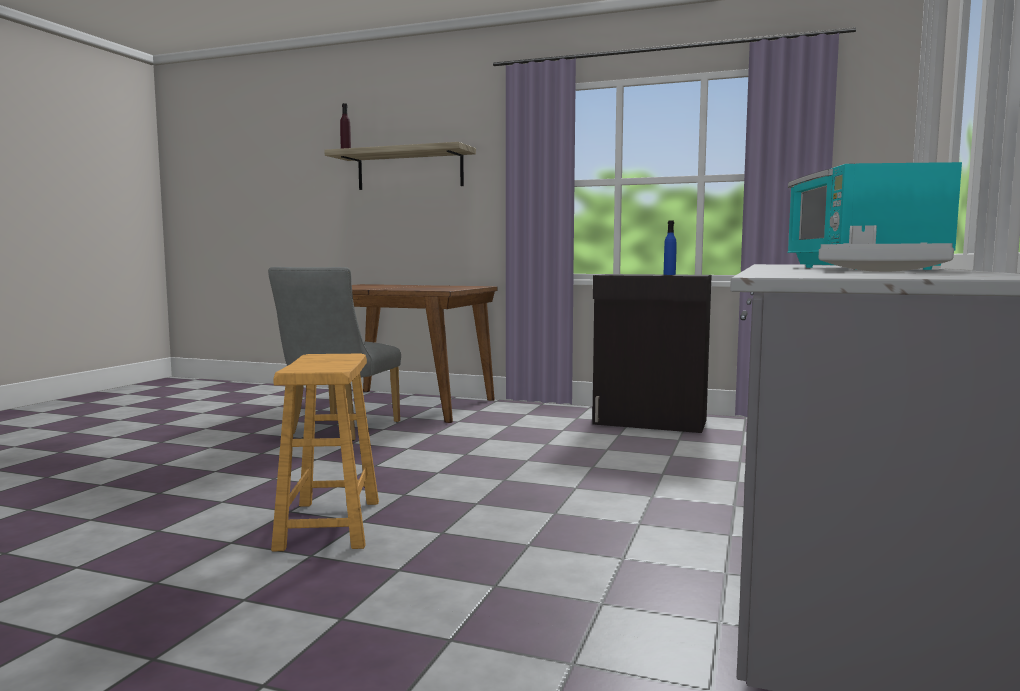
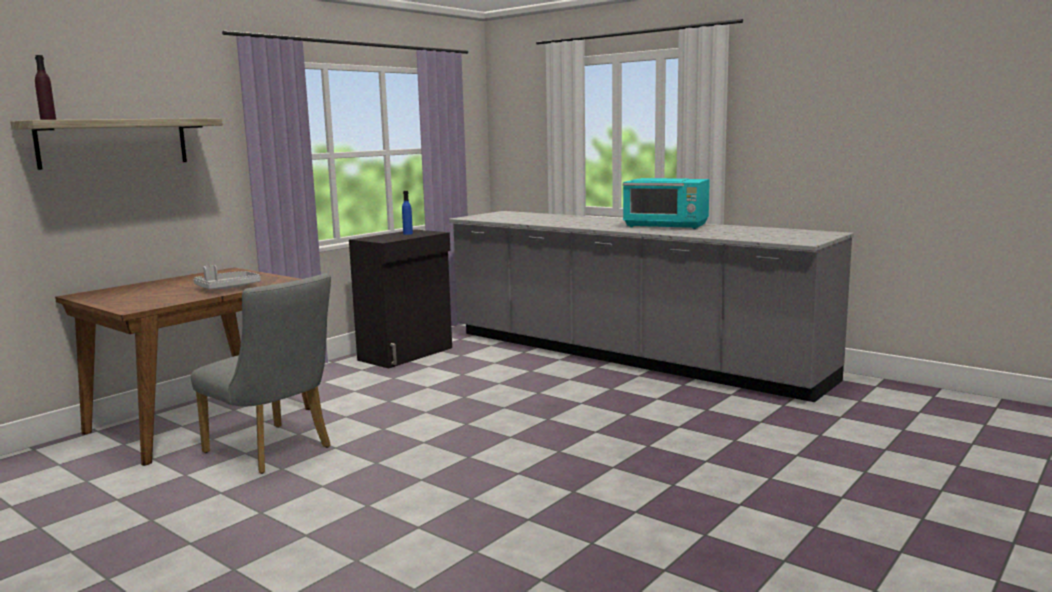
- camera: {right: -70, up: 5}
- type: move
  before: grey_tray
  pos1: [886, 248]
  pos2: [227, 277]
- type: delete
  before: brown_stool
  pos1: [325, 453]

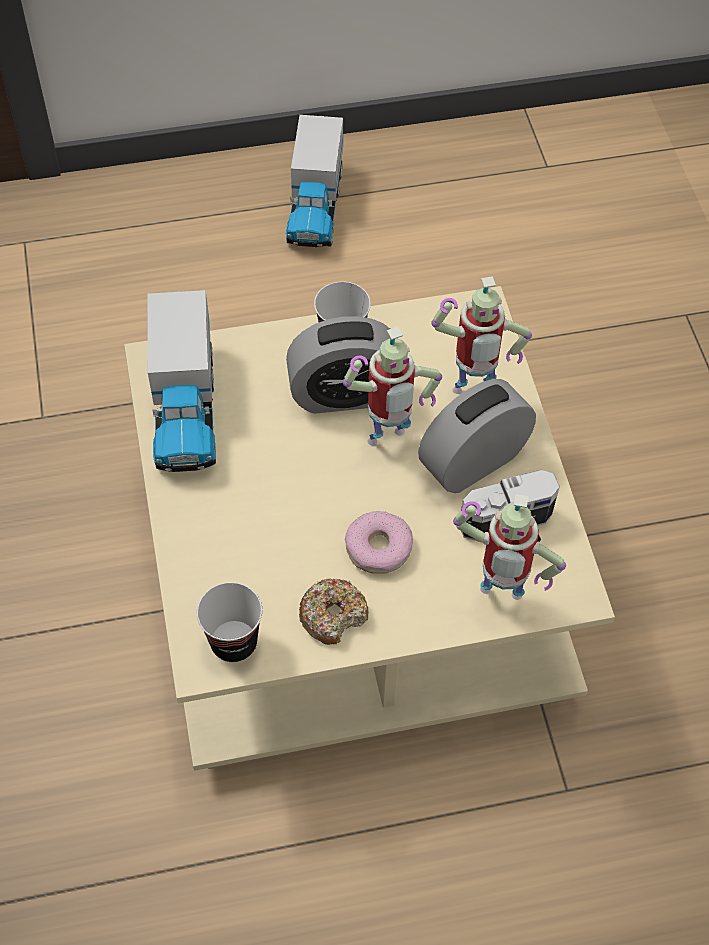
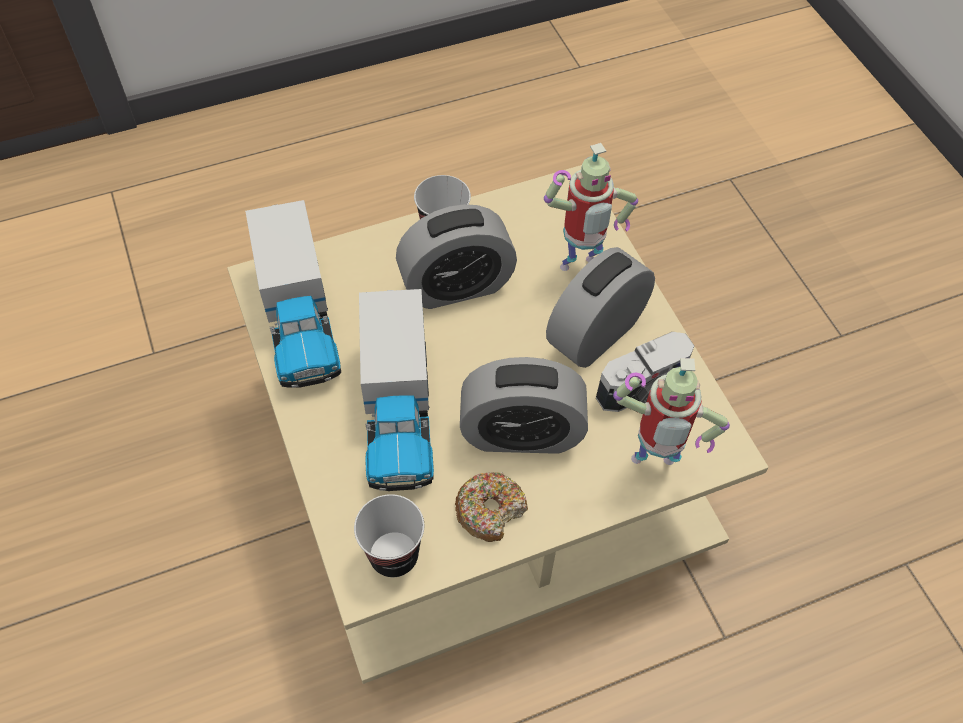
- camera: {right: -10, up: 0}
- type: move
  before: toy_truck
  pos1: [314, 181]
  pos2: [396, 390]
- type: replace
  before: donut
  after: alarm_clock
  pos1: [379, 542]
  pos2: [524, 405]
- type: delete
  before: toy_robot
  pos1: [392, 386]

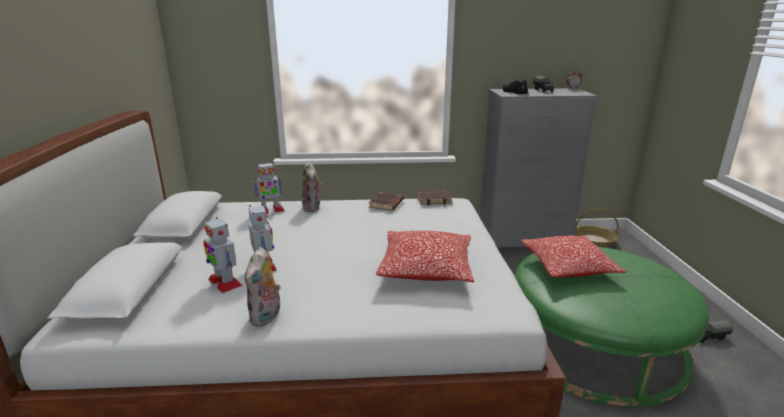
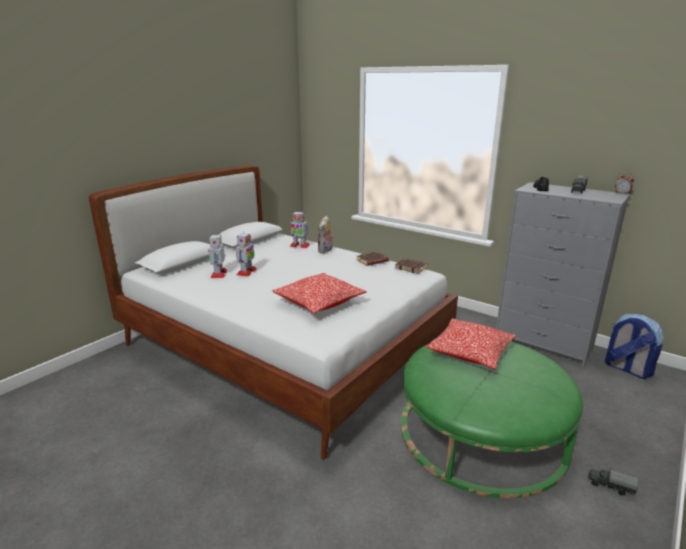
- camera: {right: 40, up: 0}
- type: replace
  before: basket
  after: backpack
  pos1: [597, 228]
  pos2: [634, 346]
- type: delete
  before: plush_toy
  pos1: [263, 287]

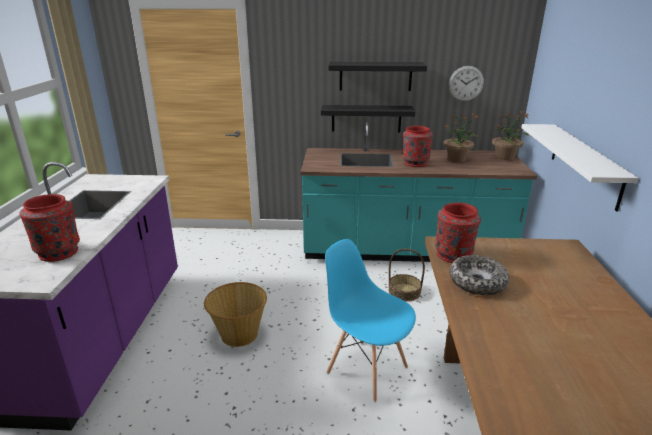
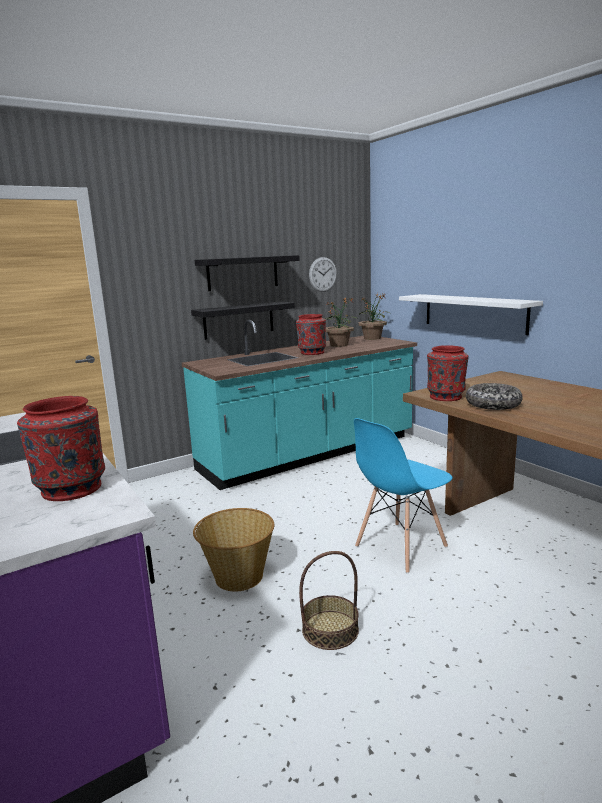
- camera: {right: -35, up: -10}
- type: move
  before: basket
  pos1: [407, 275]
  pos2: [329, 600]
- type: rotate
  before: blue_chair
  pos1: [370, 320]
  pos2: [403, 496]
  turn: -45

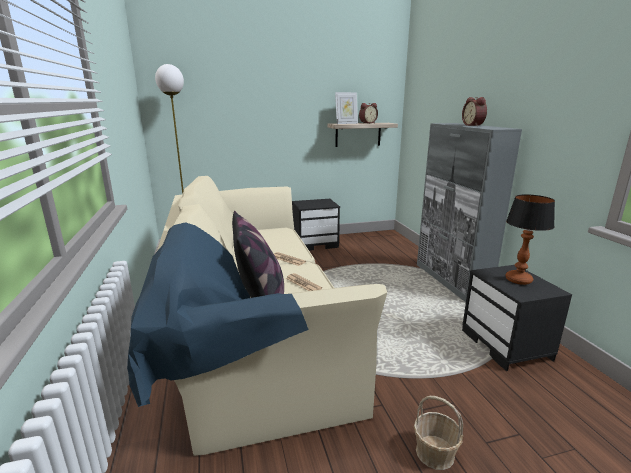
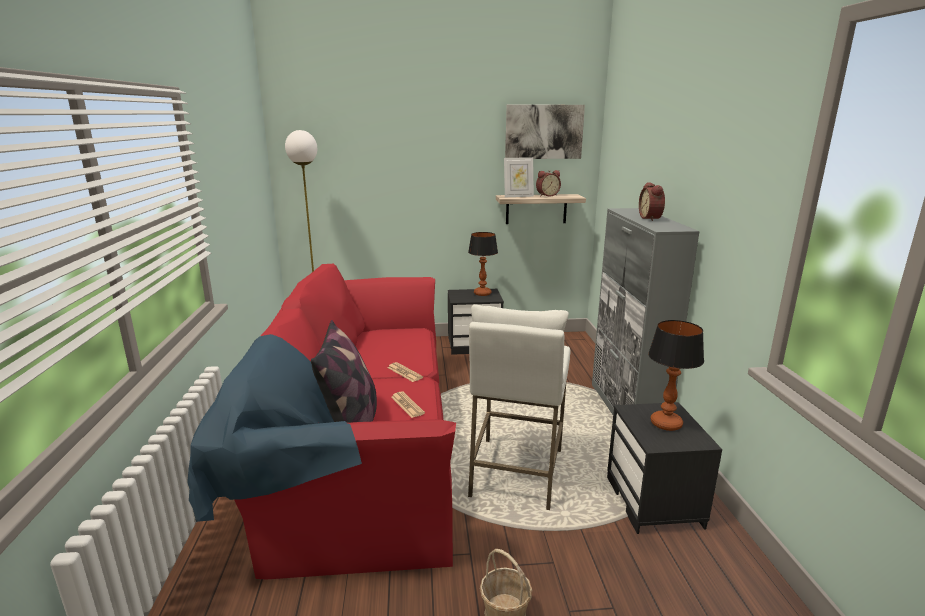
- camera: {right: 10, up: 0}
- type: recolor
  before: beige_sofa
  after: red_sofa
  pos1: [257, 316]
  pos2: [321, 421]
- type: insert
  after: table_lamp
  pos2: [483, 264]
- type: insert
  after: white_stool
  pos2: [519, 407]
- type: insert
  after: picture
  pos2: [545, 132]

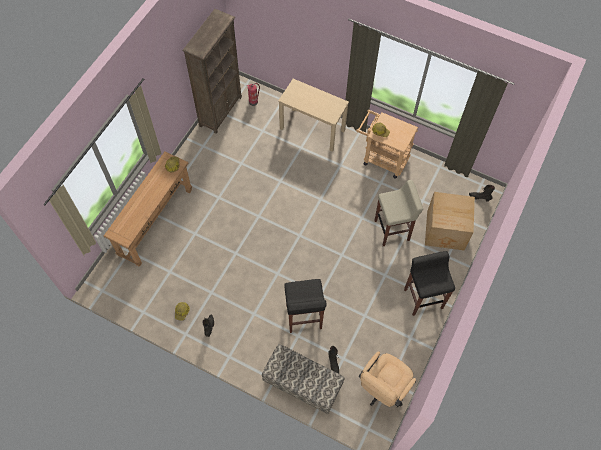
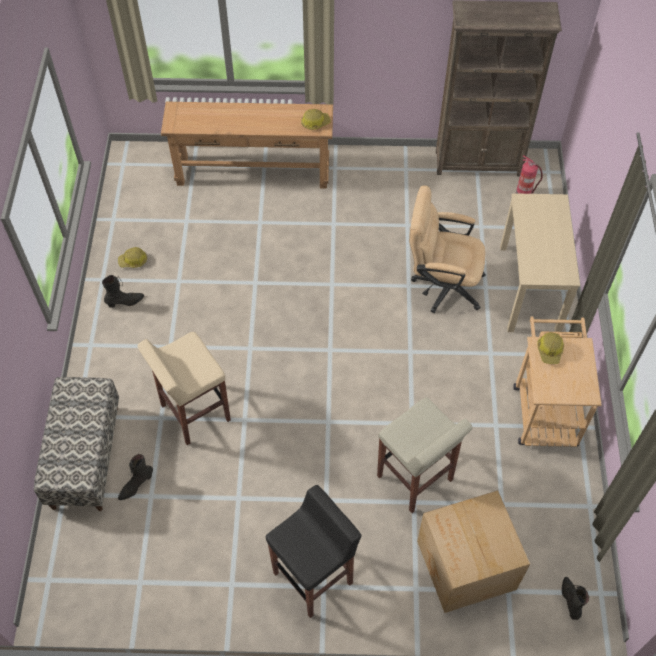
- camera: {right: 65, up: -5}
- type: recolor
  before: black_stool
  after: beige_stool
  pos1: [305, 306]
  pos2: [184, 388]
- type: move
  before: beige_office_chair
  pos1: [387, 379]
  pos2: [447, 249]

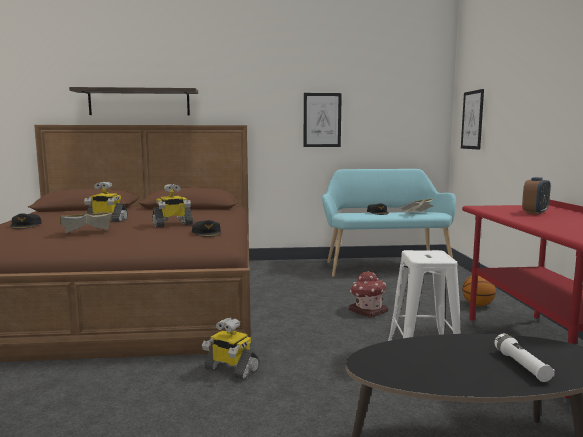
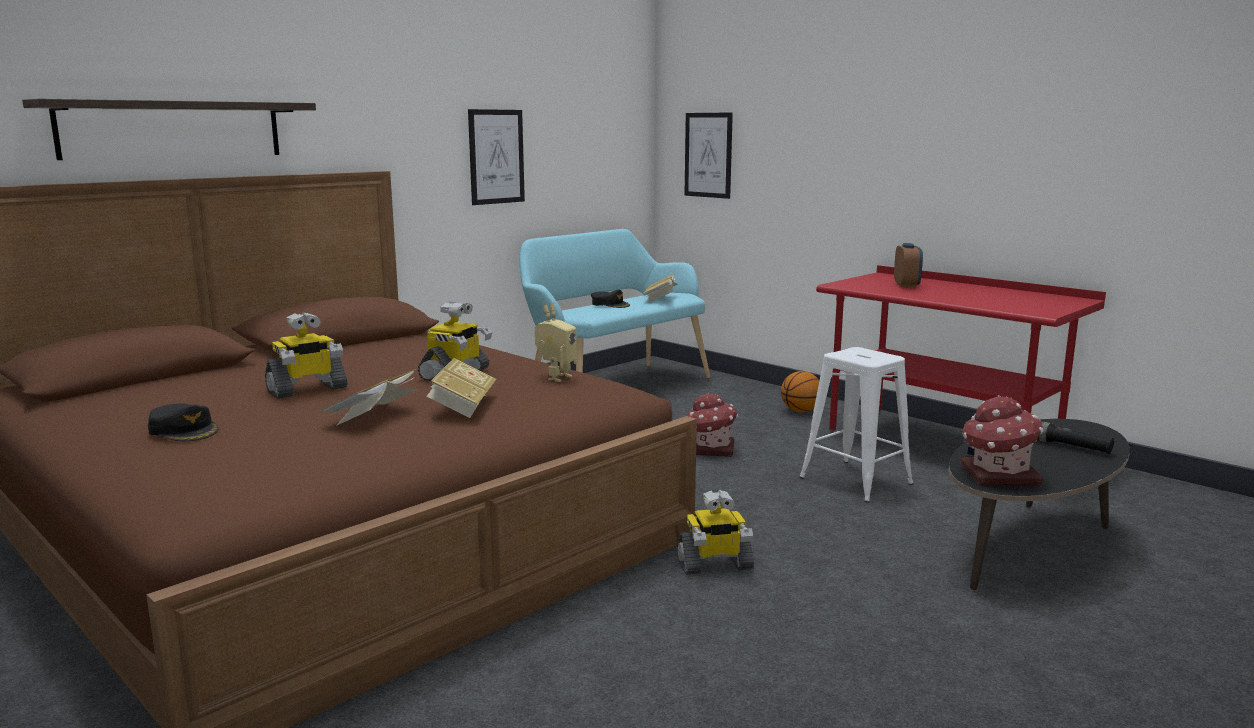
- camera: {right: -40, up: 5}
- type: insert
  after: book
  pos2: [461, 388]
- type: replace
  before: black_cap
  after: toy_robot
  pos1: [206, 228]
  pos2: [556, 342]
- type: insert
  after: toy_house
  pos2: [1002, 440]
- type: recolor
  before: white_flashlight
  after: black_flashlight
  pos1: [525, 357]
  pos2: [1075, 437]

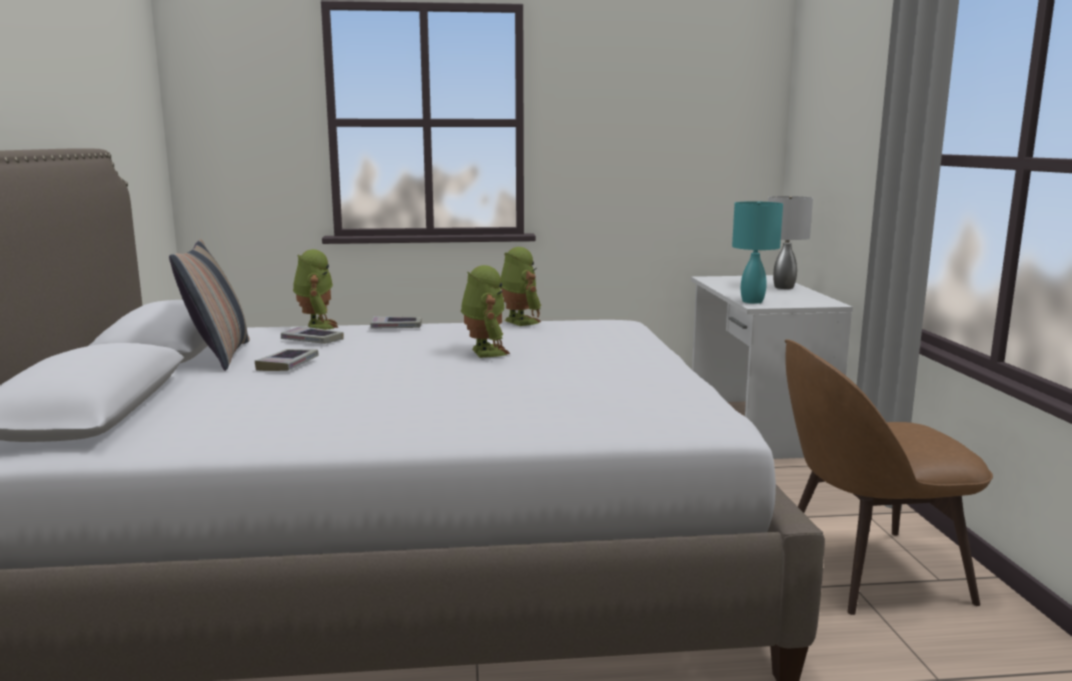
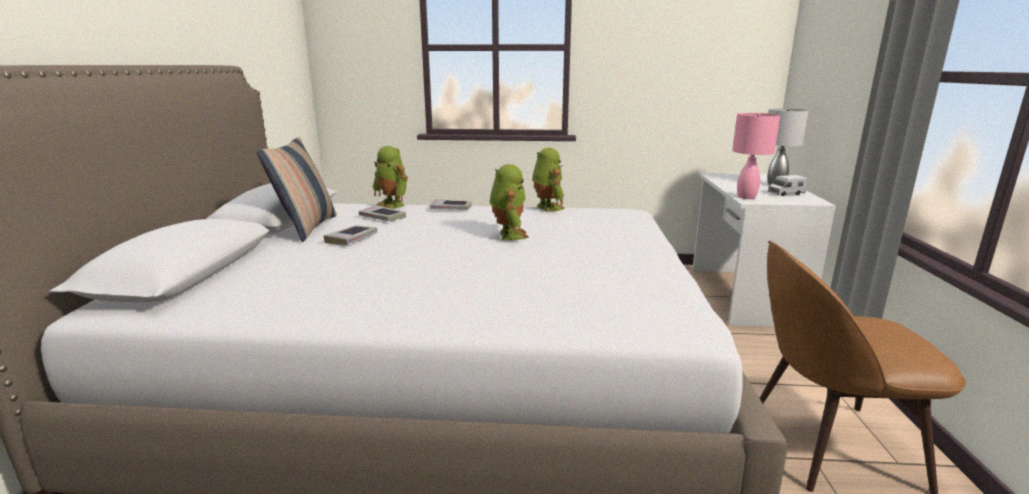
- camera: {right: 10, up: 5}
- type: rotate
  before: toy_robot
  pos1: [315, 289]
  pos2: [390, 177]
  turn: 135
- type: recolor
  before: turquoise_table_lamp
  after: pink_table_lamp
  pos1: [757, 252]
  pos2: [756, 156]
- type: insert
  after: toy_truck
  pos2: [787, 185]

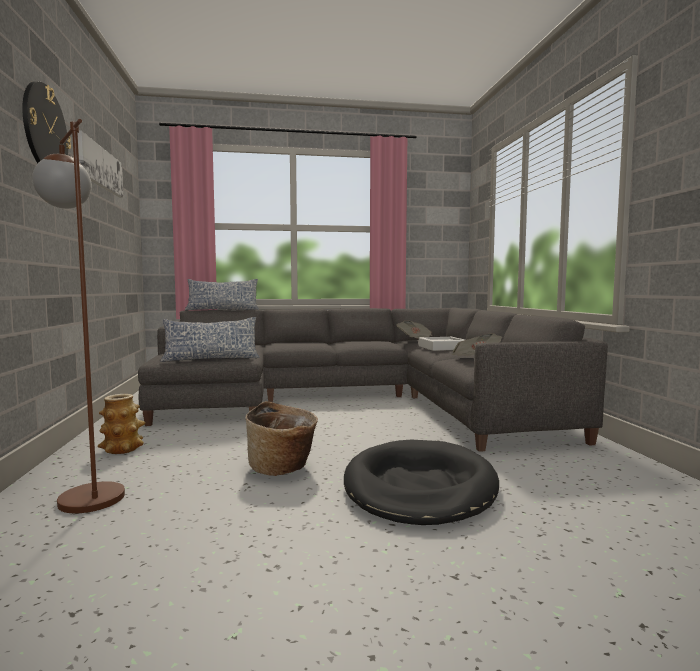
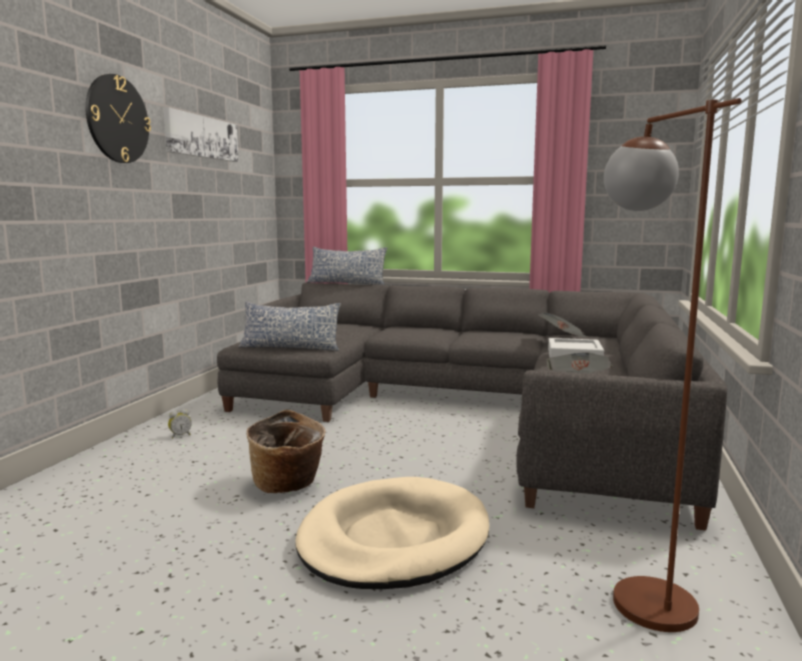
- camera: {right: 25, up: 5}
- type: replace
  before: vase
  after: alarm_clock
  pos1: [122, 424]
  pos2: [180, 423]
- type: recolor
  before: black_dog_bed
  after: beige_dog_bed
  pos1: [421, 482]
  pos2: [392, 533]
- type: move
  before: brown_floor_lamp
  pos1: [78, 316]
  pos2: [673, 365]

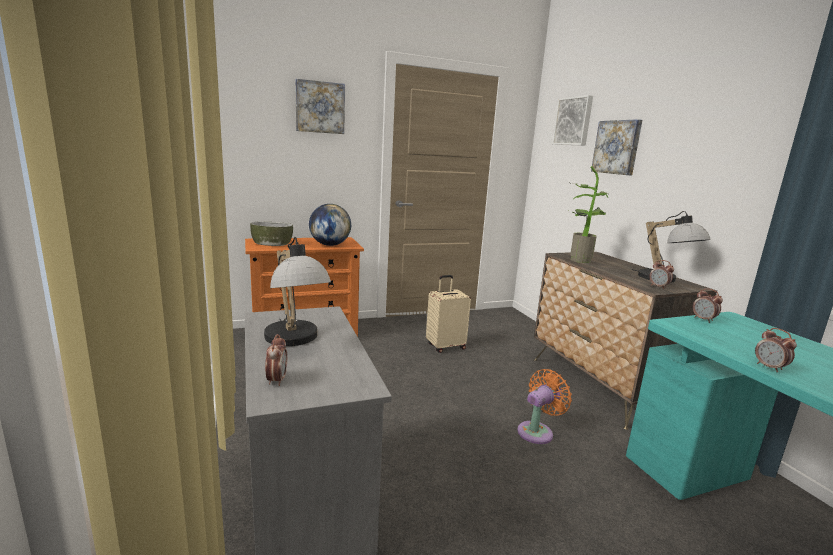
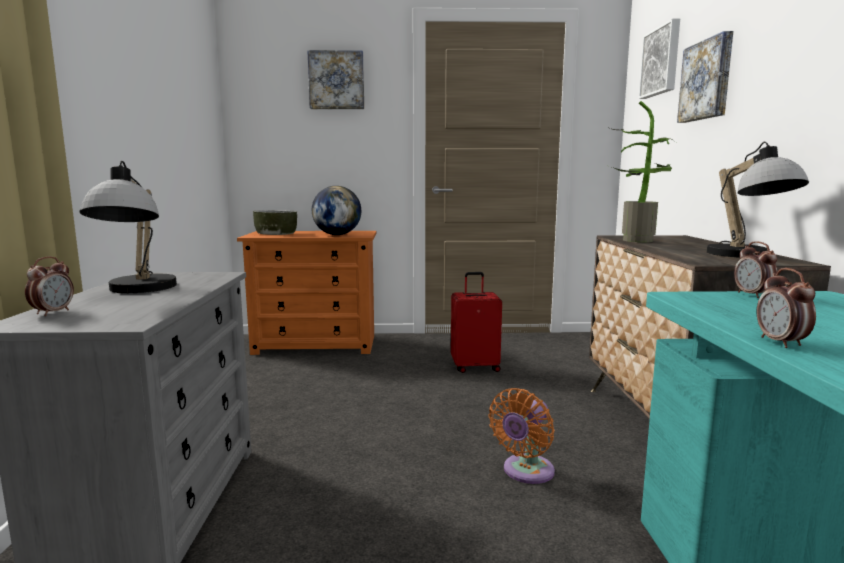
- camera: {right: 20, up: -5}
- type: recolor
  before: beige_suitcase
  after: red_suitcase
  pos1: [448, 314]
  pos2: [476, 322]
- type: rotate
  before: orange_fan
  pos1: [544, 406]
  pos2: [521, 436]
  turn: 150
- type: delete
  before: alarm_clock
  pos1: [661, 274]

